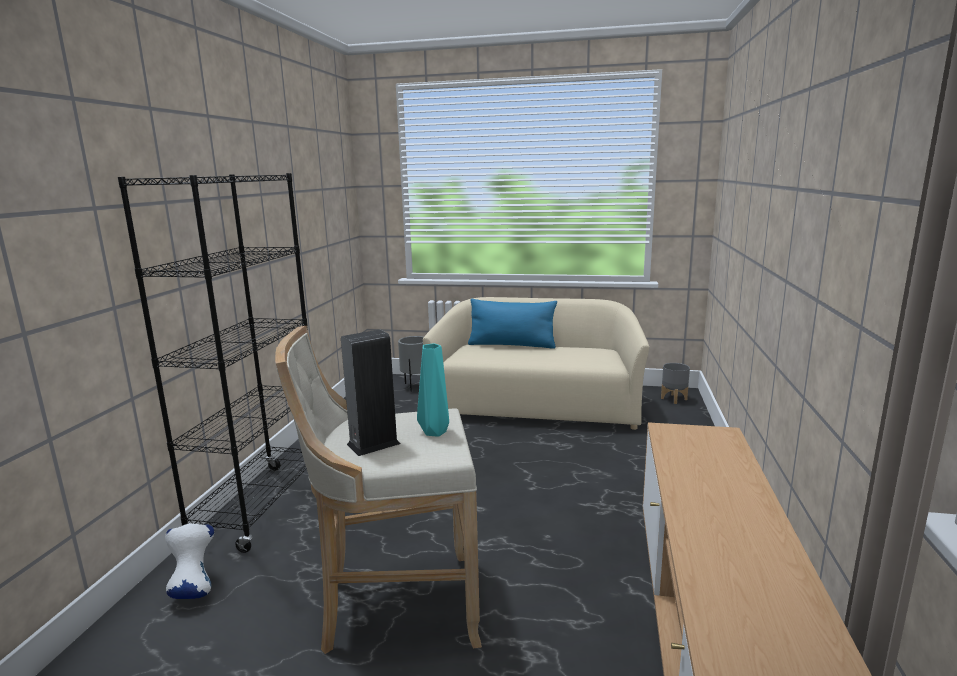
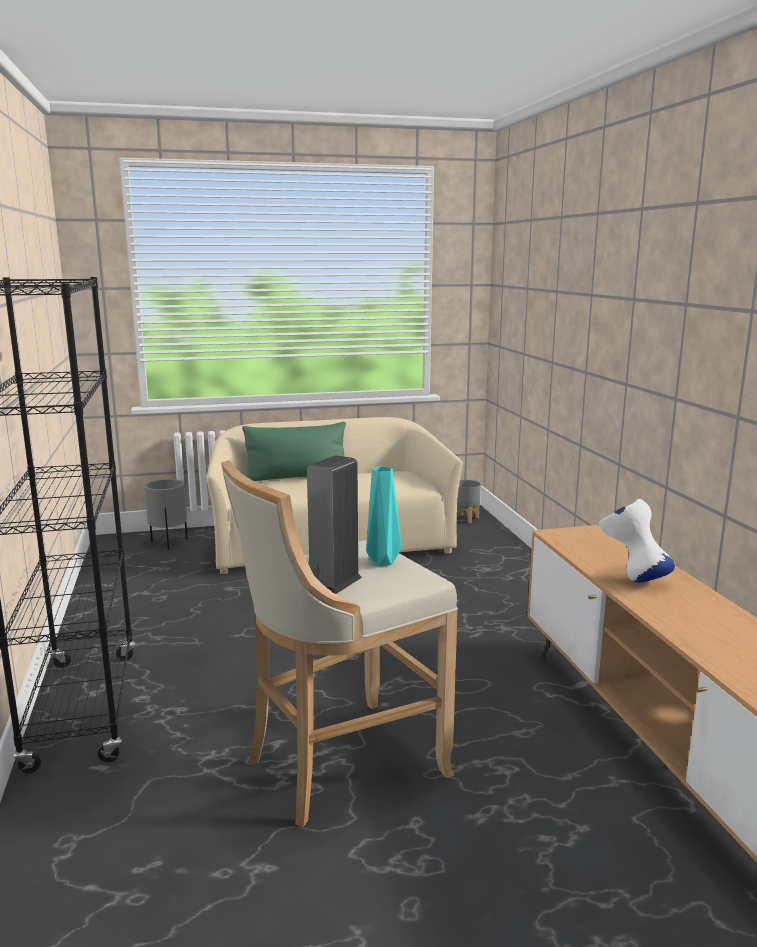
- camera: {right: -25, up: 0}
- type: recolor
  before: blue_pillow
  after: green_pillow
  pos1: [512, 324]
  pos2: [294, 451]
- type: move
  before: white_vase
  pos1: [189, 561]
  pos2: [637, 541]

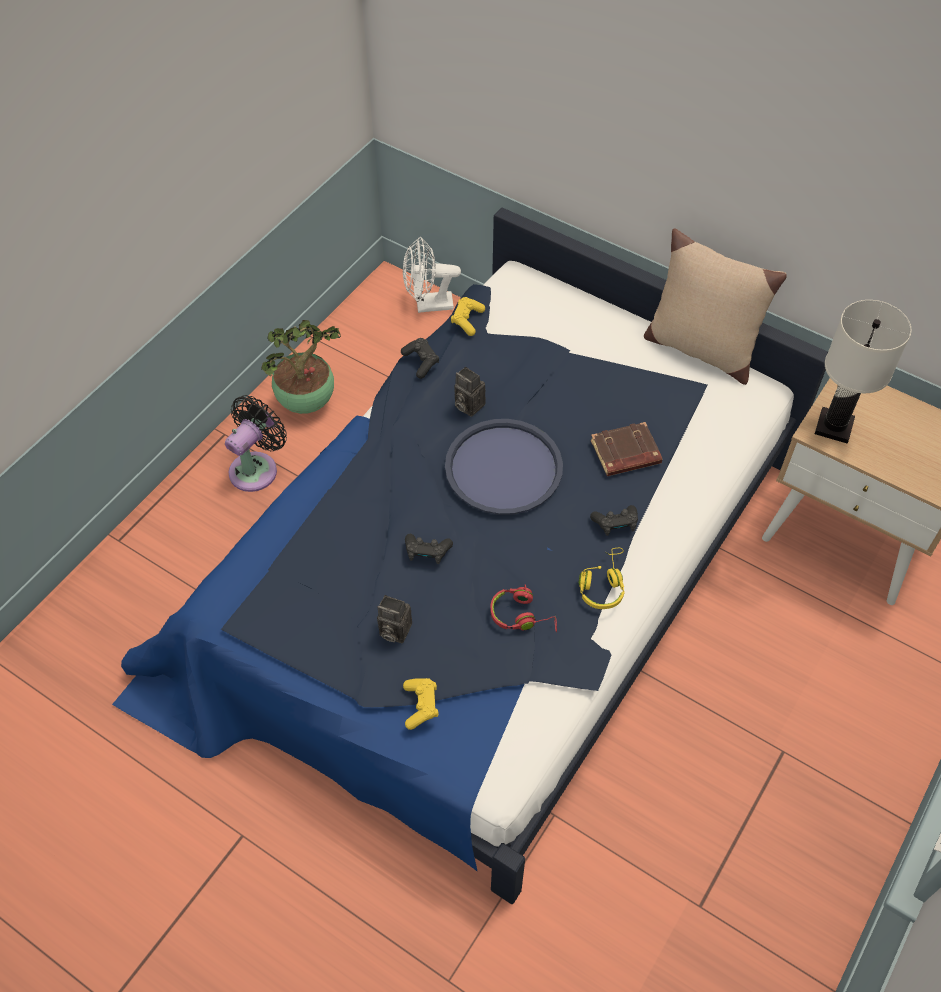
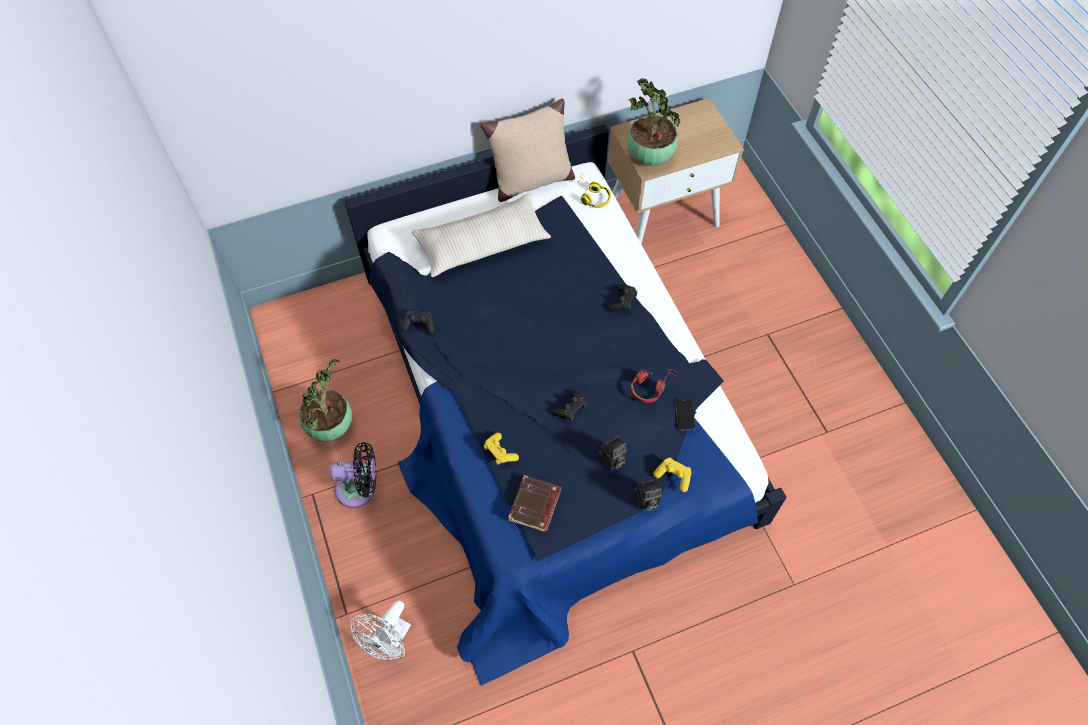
- camera: {right: -55, up: 5}
- type: rotate
  before: black_fan
  pos1: [256, 443]
  pos2: [353, 475]
  turn: 105
- type: move
  before: white_fan
  pos1: [432, 275]
  pos2: [380, 630]
- type: insert
  after: beige_pillow
  pos2: [481, 235]
- type: move
  before: yellow_game_controller
  pos1: [468, 316]
  pos2: [501, 449]
- type: move
  before: brown_book
  pos1: [626, 449]
  pos2: [534, 503]
- type: move
  before: yellow_headphones
  pos1: [602, 578]
  pos2: [594, 190]
- type: replace
  before: white_table_lamp
  after: potted_plant
  pos1: [863, 371]
  pos2: [654, 122]
- type: move
  before: photo_camera
  pos1: [470, 392]
  pos2: [648, 495]
- type: insert
  after: phone
  pos2: [685, 414]
- type: delete
  before: blue_tray
  pos1: [504, 467]

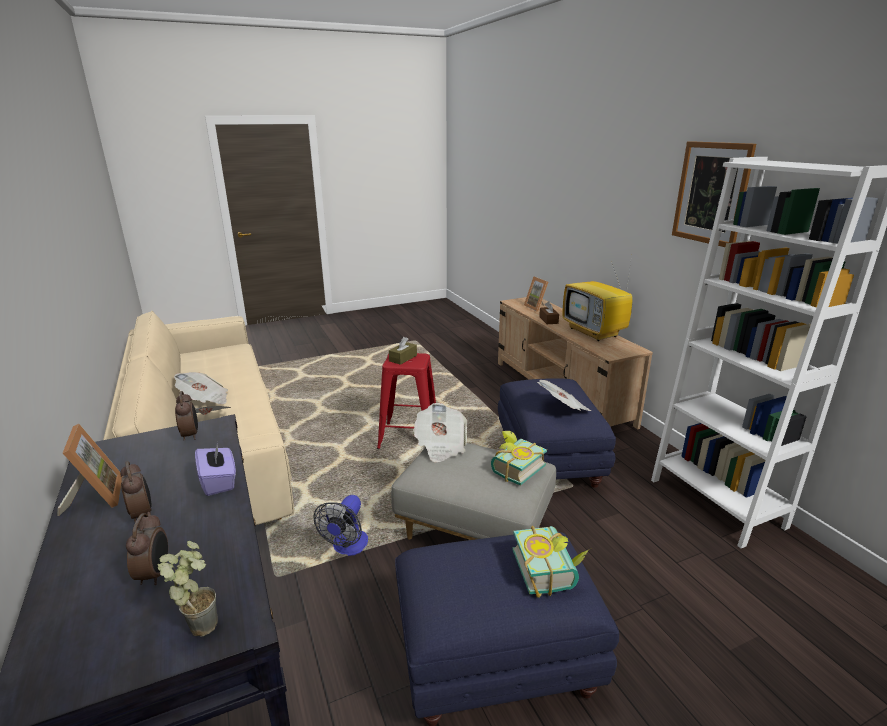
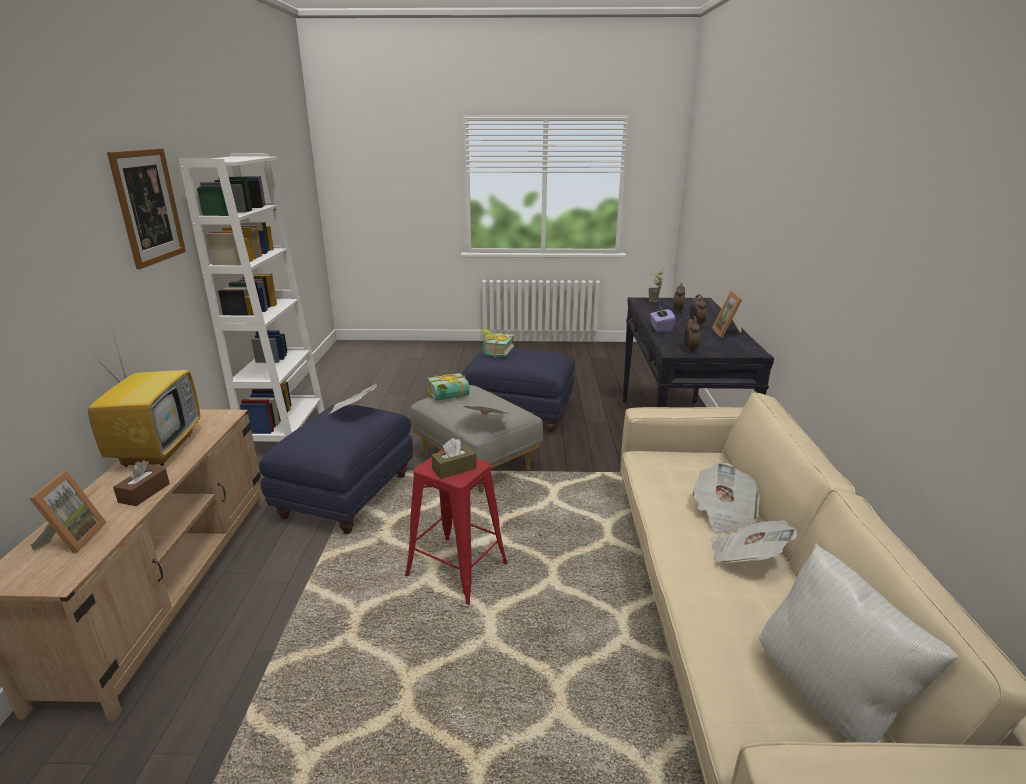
- camera: {right: -155, up: 0}
- type: insert
  after: white_pillow
  pos2: [859, 643]
- type: delete
  before: fan
  pos1: [341, 525]

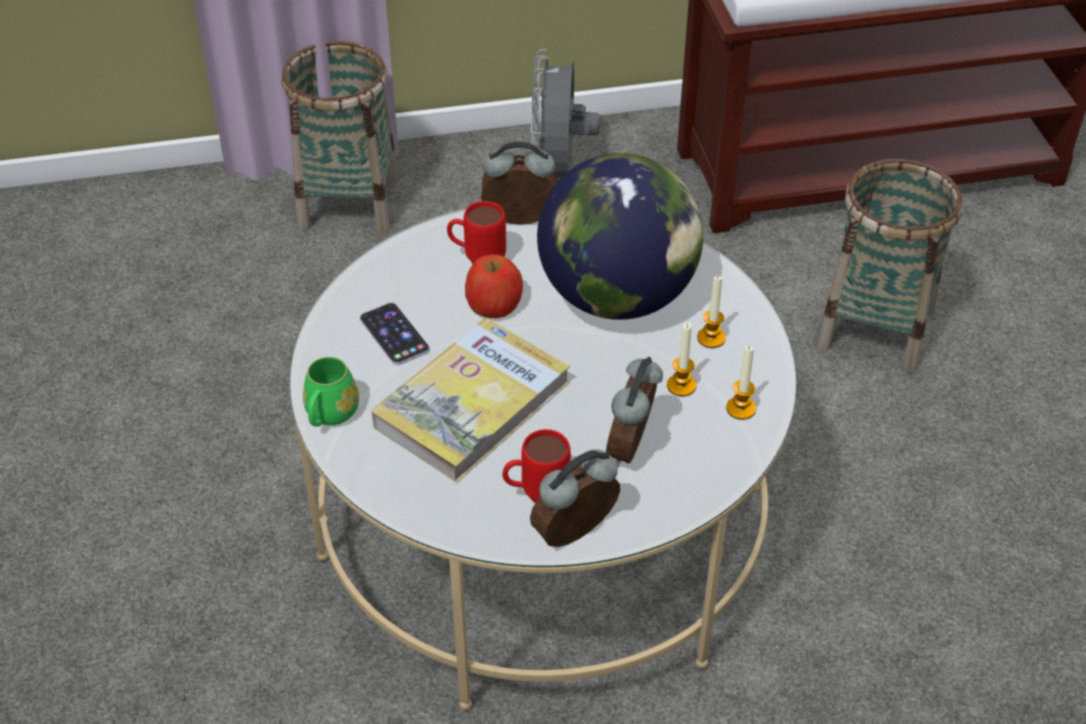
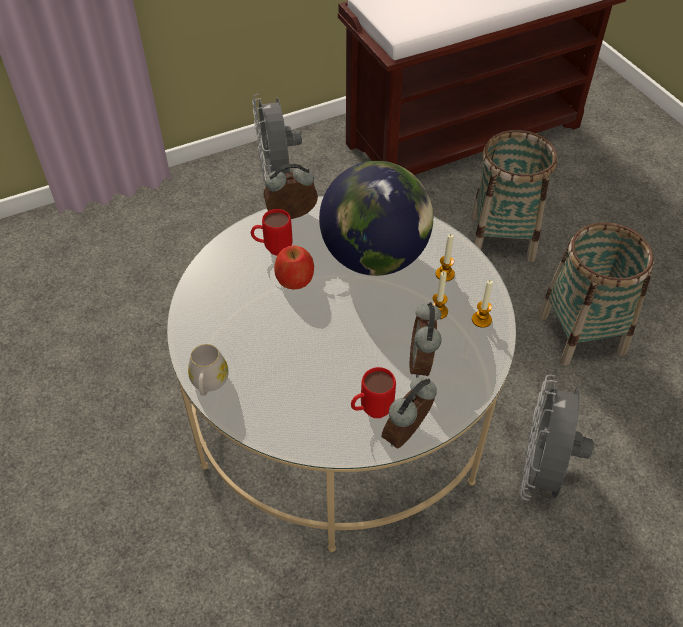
- camera: {right: -15, up: 5}
- type: recolor
  before: green_mug
  after: white_mug
  pos1: [331, 392]
  pos2: [208, 370]
- type: insert
  after: grey_fan
  pos2: [557, 437]
- type: move
  before: basket
  pos1: [340, 137]
  pos2: [596, 294]
- type: delete
  before: phone
  pos1: [395, 334]
- type: delete
  before: book
  pos1: [470, 400]

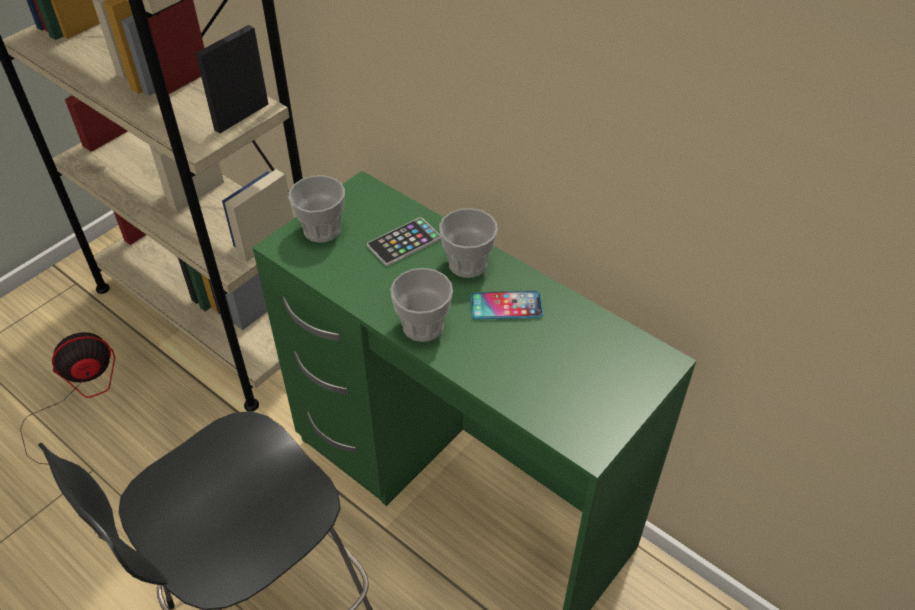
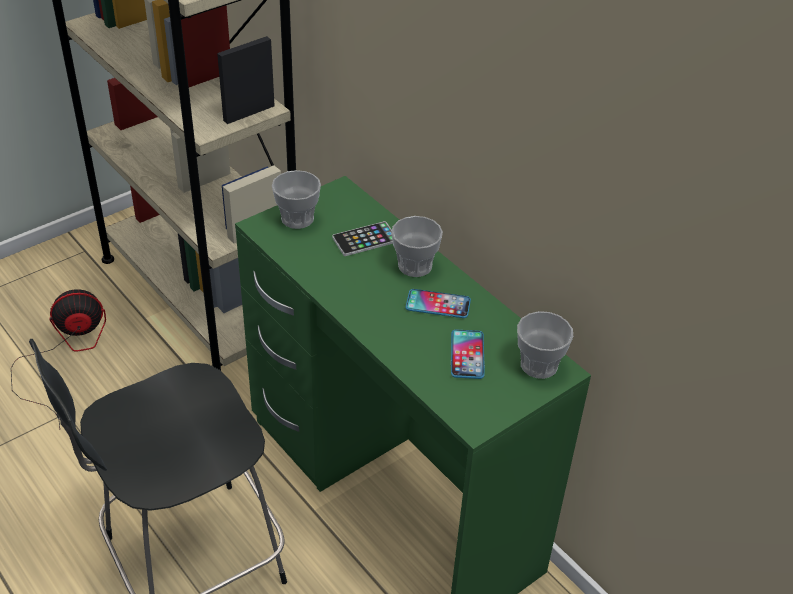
- camera: {right: 10, up: -5}
- type: insert
  after: phone
  pos2: [468, 354]
- type: move
  before: cup
  pos1: [421, 305]
  pos2: [545, 345]

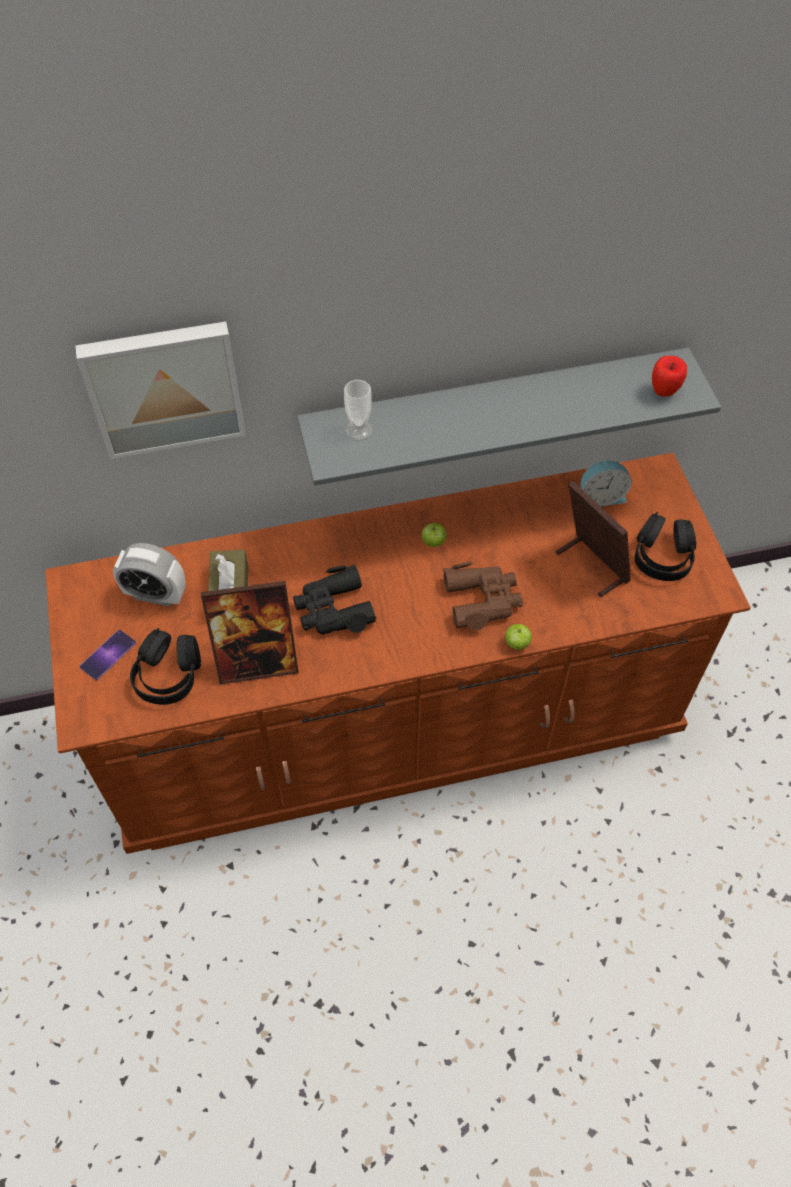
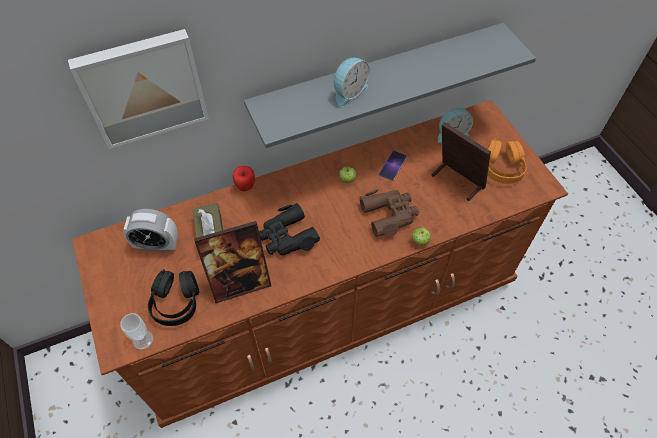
- camera: {right: -10, up: 0}
- type: move
  before: cup
  pos1: [358, 410]
  pos2: [136, 331]
- type: move
  before: apple
  pos1: [669, 376]
  pos2: [244, 178]
- type: insert
  after: alarm_clock
  pos2: [352, 82]
- type: move
  before: phone
  pos1: [107, 654]
  pos2: [393, 165]
- type: recolor
  before: black_headphones
  after: orange_headphones
  pos1: [665, 546]
  pos2: [507, 161]

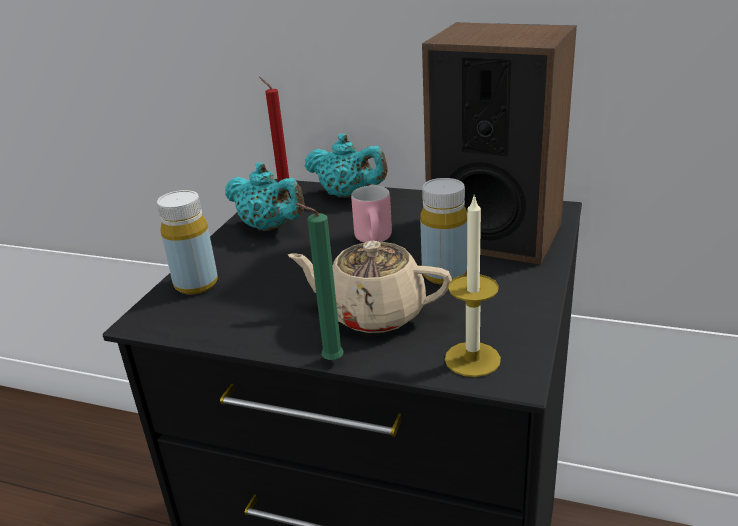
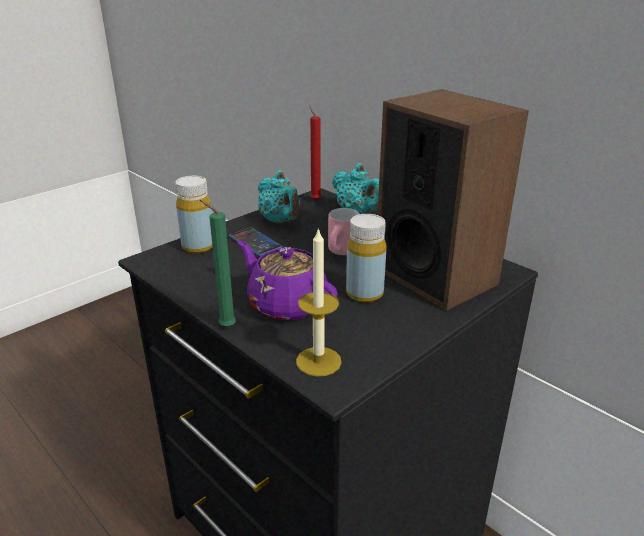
- camera: {right: 25, up: 0}
- type: insert
  after: phone
  pos2: [256, 242]
- type: recolor
  before: beige_teapot
  after: purple_teapot
  pos1: [370, 287]
  pos2: [287, 281]

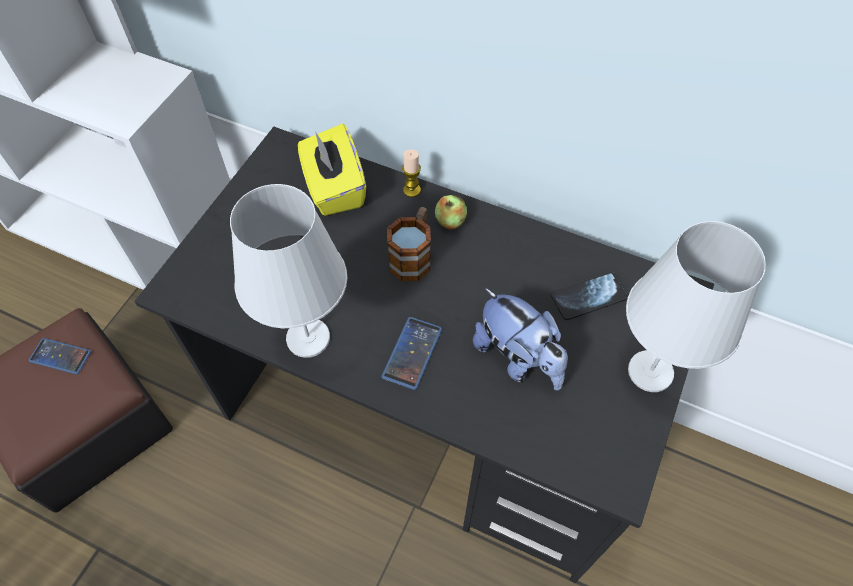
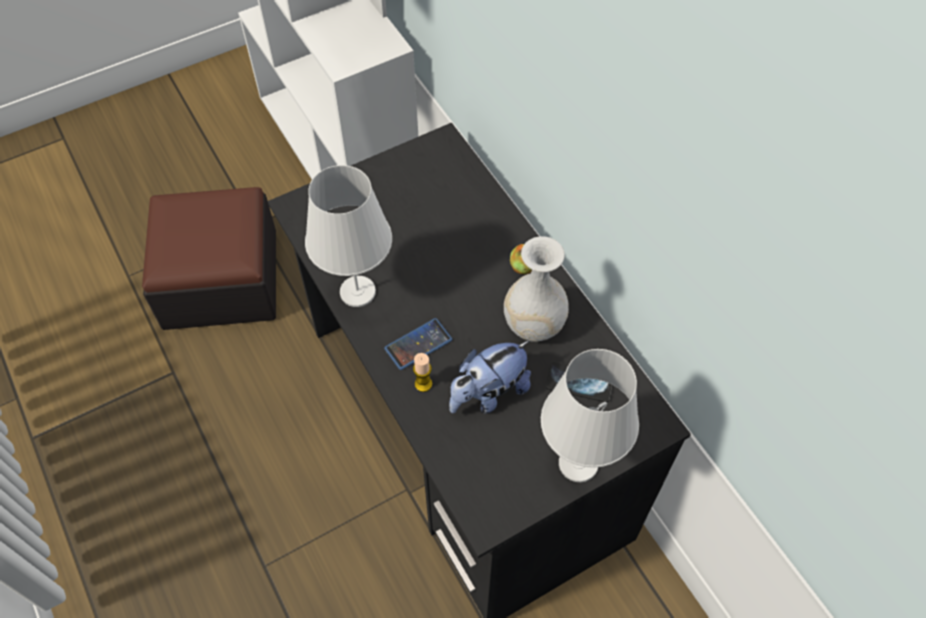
- camera: {right: 35, up: 0}
- type: move
  before: candle
  pos1: [411, 173]
  pos2: [422, 372]
- type: rotate
  before: plush_toy
  pos1: [520, 339]
  pos2: [490, 377]
  turn: 60
- type: insert
  after: white_vase
  pos2: [536, 289]
- type: delete
  before: phone
  pos1: [60, 356]
- type: delete
  before: yellow_tissue_box
  pos1: [332, 170]
- type: delete
  before: mug
  pos1: [409, 244]

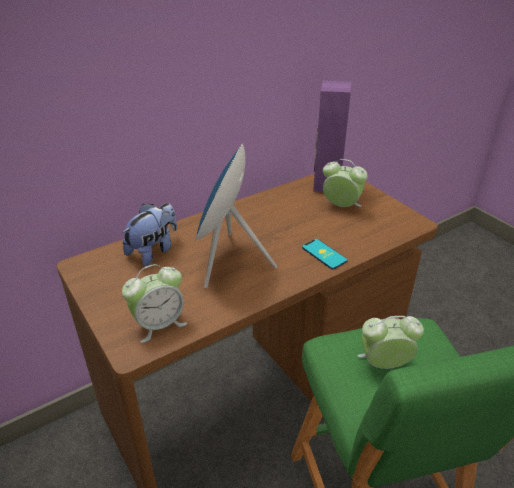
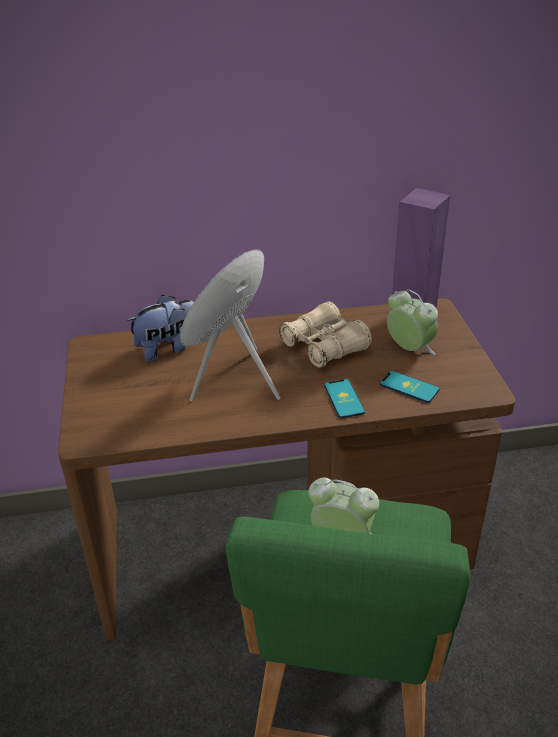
- camera: {right: 25, up: 0}
- type: insert
  after: beige_binoculars
  pos2: [325, 335]
- type: insert
  after: phone
  pos2: [410, 387]
- type: delete
  before: alarm_clock
  pos1: [154, 303]

